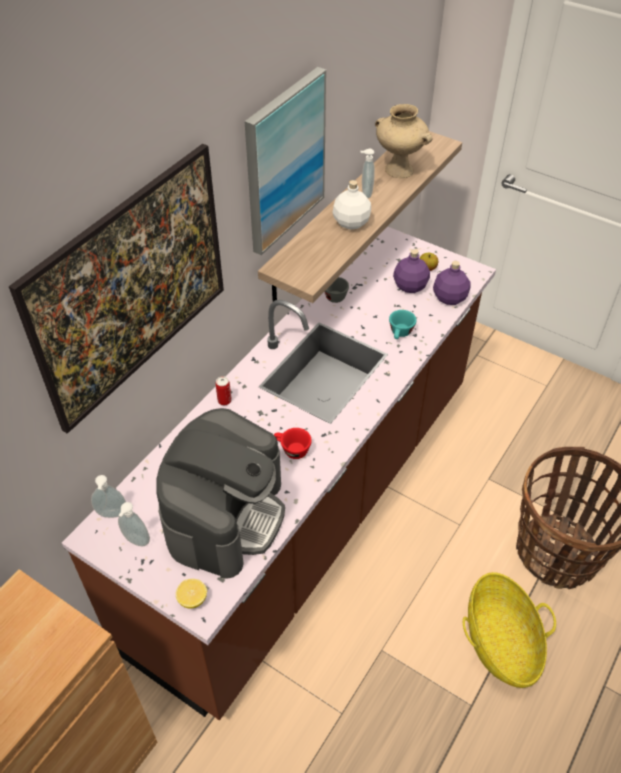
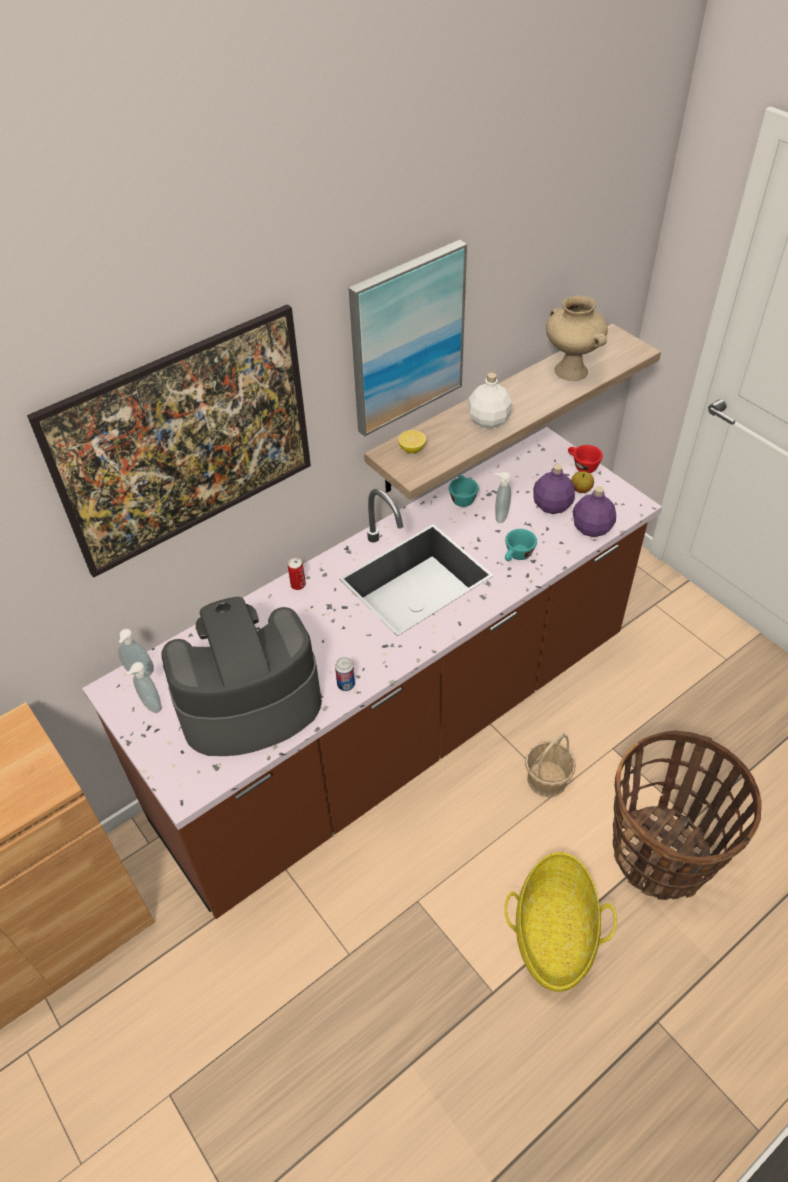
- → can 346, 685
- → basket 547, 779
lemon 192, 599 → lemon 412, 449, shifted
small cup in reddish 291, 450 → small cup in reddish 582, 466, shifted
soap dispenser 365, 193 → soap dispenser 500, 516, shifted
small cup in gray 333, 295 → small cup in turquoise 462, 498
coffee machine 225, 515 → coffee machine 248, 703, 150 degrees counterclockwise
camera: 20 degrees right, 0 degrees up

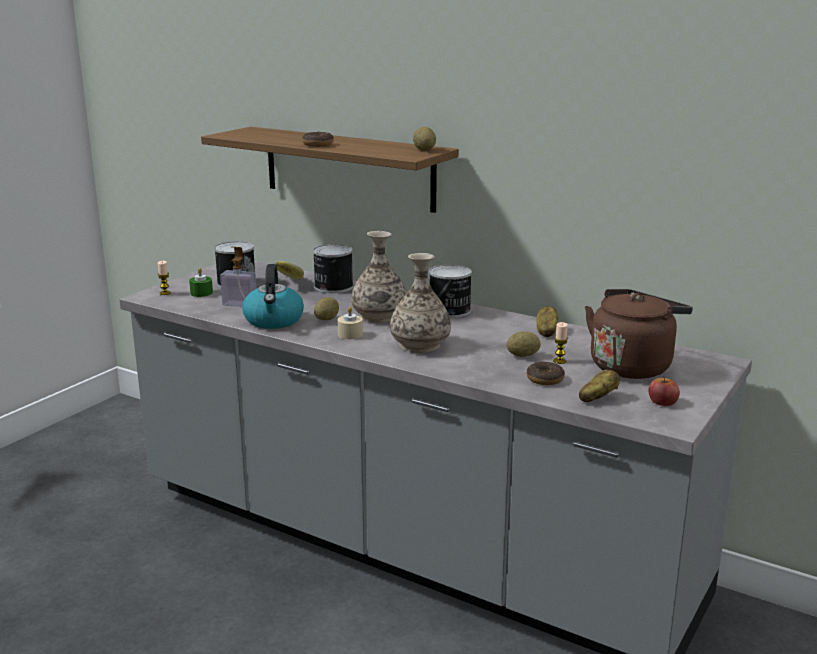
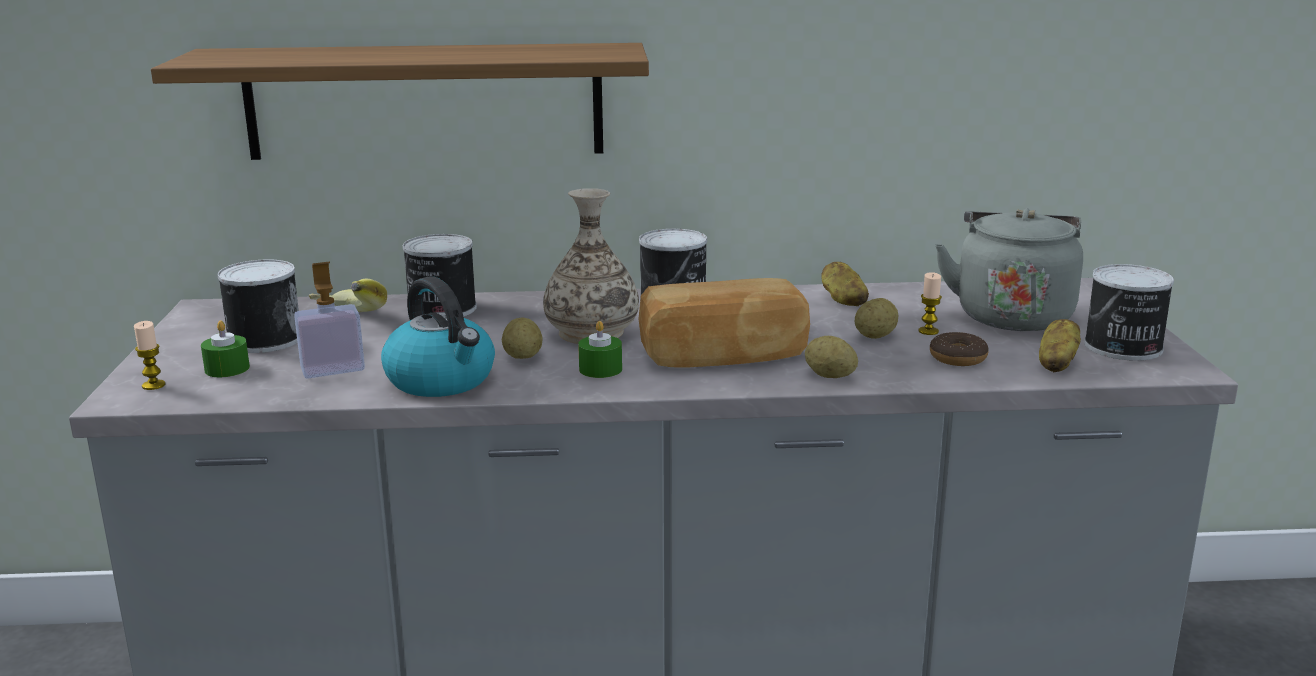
donut 318, 144 → -
potato 424, 150 → potato 830, 376, shifted
flower vase 420, 344 → baked bread 724, 357
whole apple 662, 401 → can 1123, 347
wax light in sand-coloured 350, 334 → wax light in green-coloured 600, 369
water kettle in brown 632, 366 → water kettle in gray 1012, 315
camera: 35 degrees left, 0 degrees up

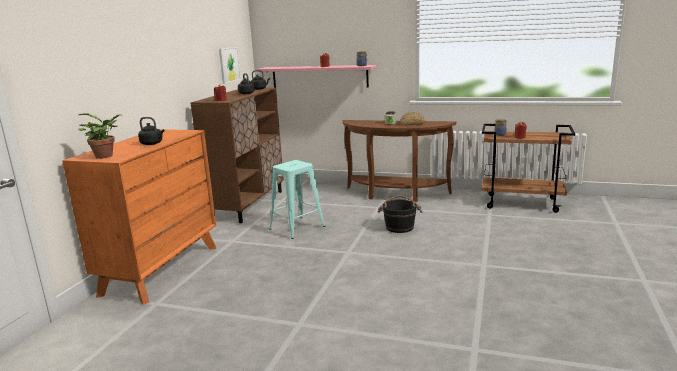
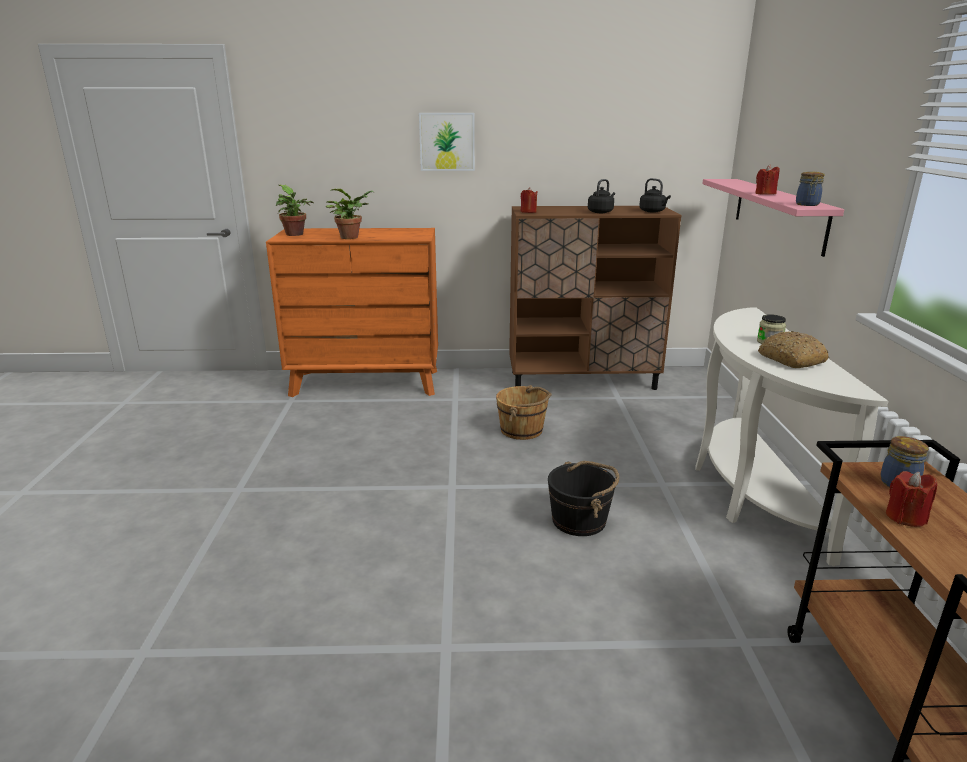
wall art 229, 64 → wall art 447, 142, shifted
water kettle in black-coloured 152, 143 → plant in a pot 351, 237
sitting stool in turquoise 297, 227 → pail in brown 522, 430
narrow table in brown 395, 195 → narrow table in whitish 747, 492
camera: 70 degrees right, 5 degrees up

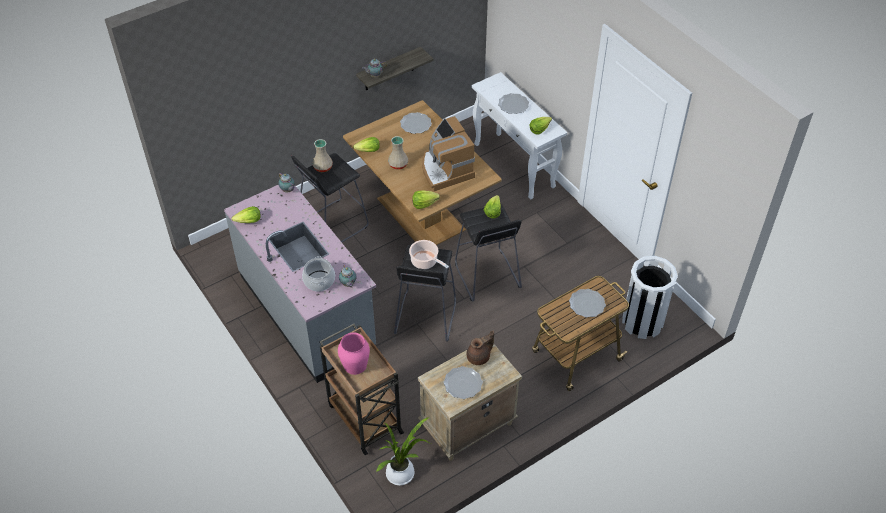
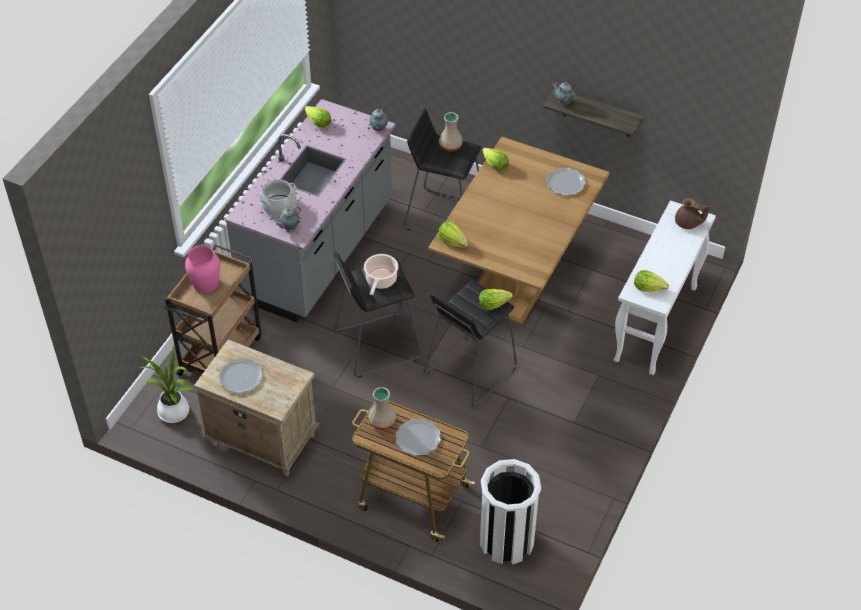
coffee machine 445, 169 → -
flat dish 513, 105 → -
flower vase in sand-coloured 398, 165 → flower vase in sand-coloured 381, 421, shifted
tea pot in brown 479, 357 → tea pot in brown 688, 223, shifted
camera: 60 degrees right, 0 degrees up

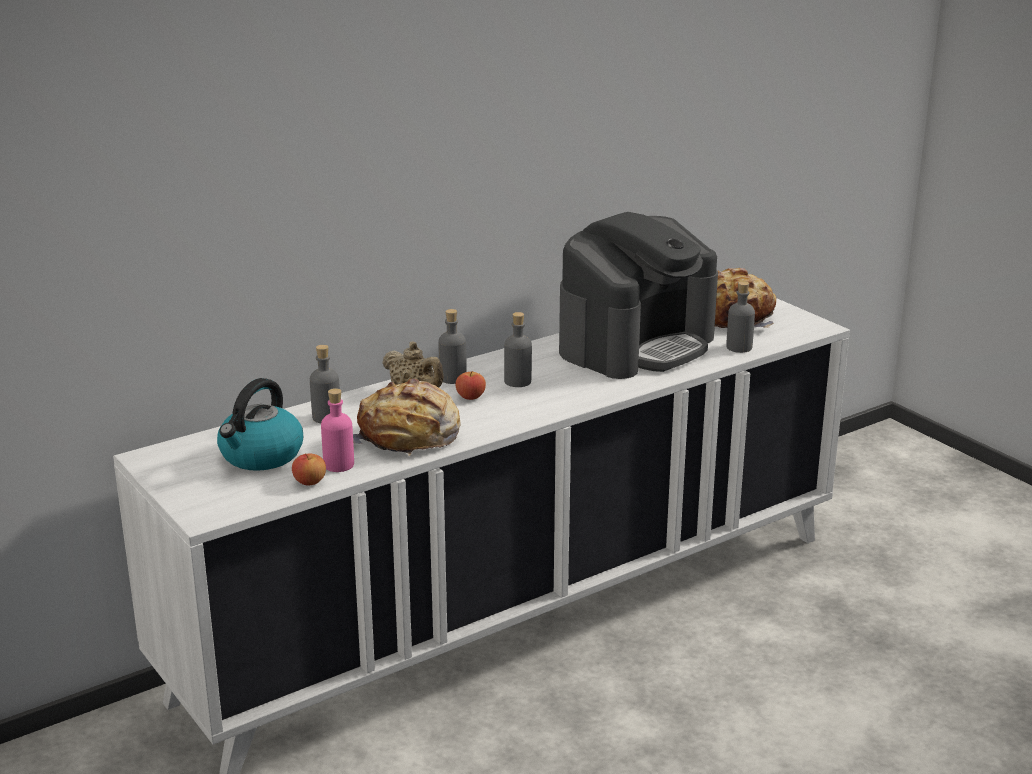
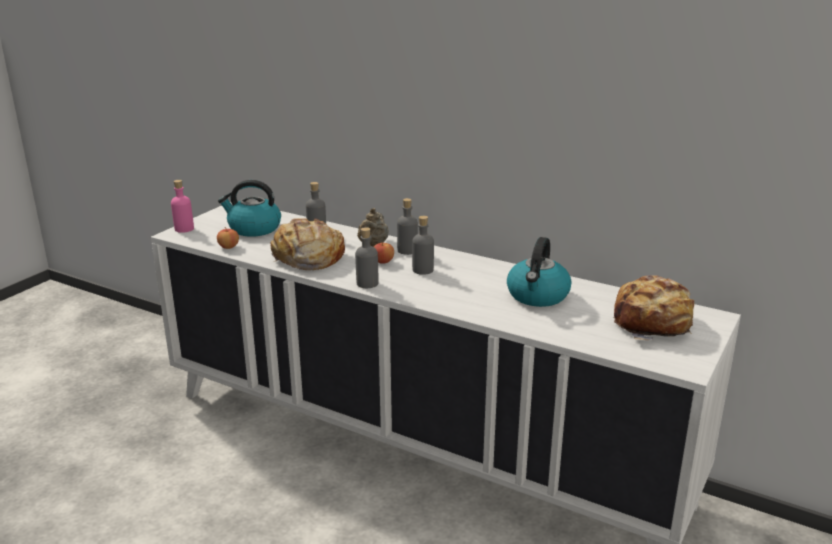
beverage bottle in pink-coloured 339, 465 → beverage bottle in pink-coloured 184, 229, shifted
beverage bottle in gray 739, 347 → beverage bottle in gray 367, 283, shifted
coffee machine 636, 345 → water kettle 538, 296
camera: 65 degrees right, 0 degrees up

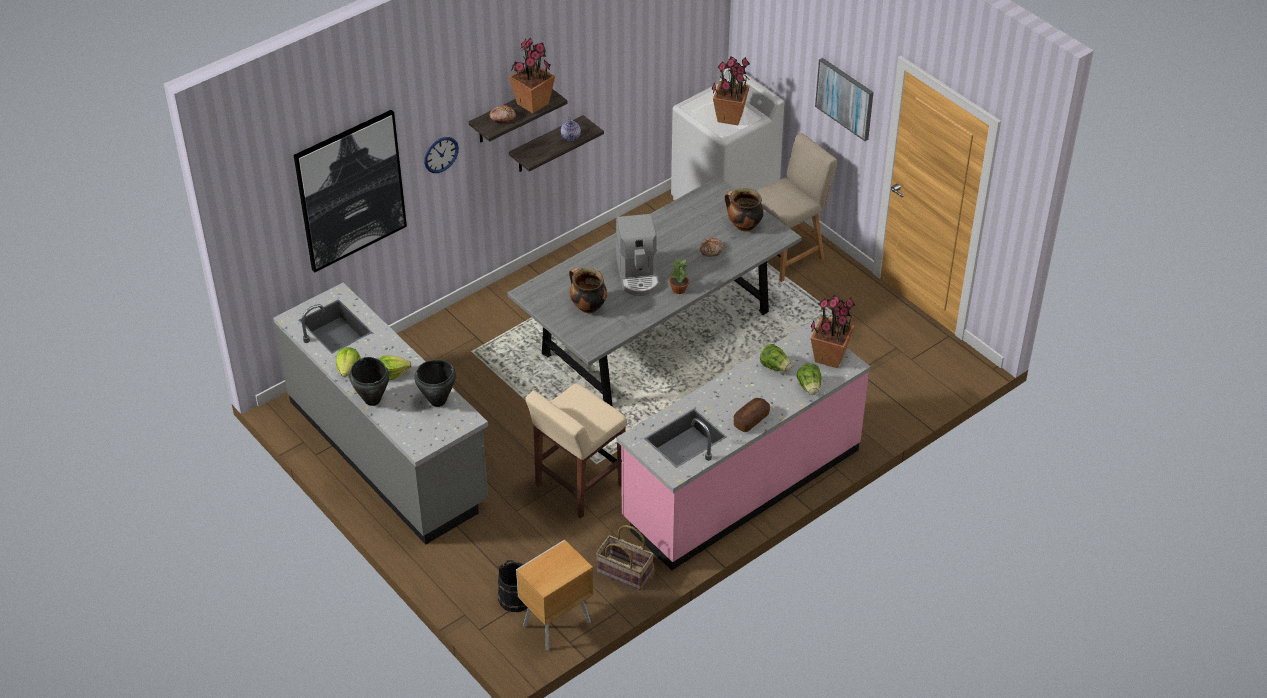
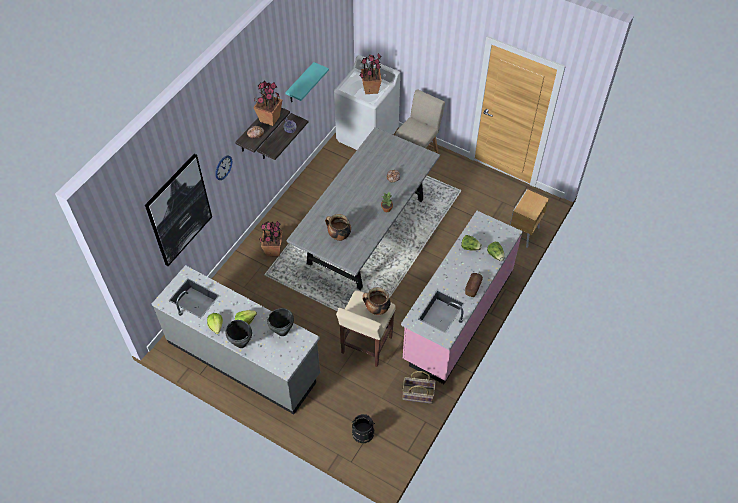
coffee machine 638, 275 → -
wall art 845, 98 → -
- → shelf in turquoise 300, 84
night table in brown 555, 624 → night table in brown 523, 234, shifted
stockpot 743, 226 → stockpot 377, 310, shifted
plant in a pot 830, 357 → plant in a pot 273, 250, shifted
camera: 20 degrees left, 10 degrees up

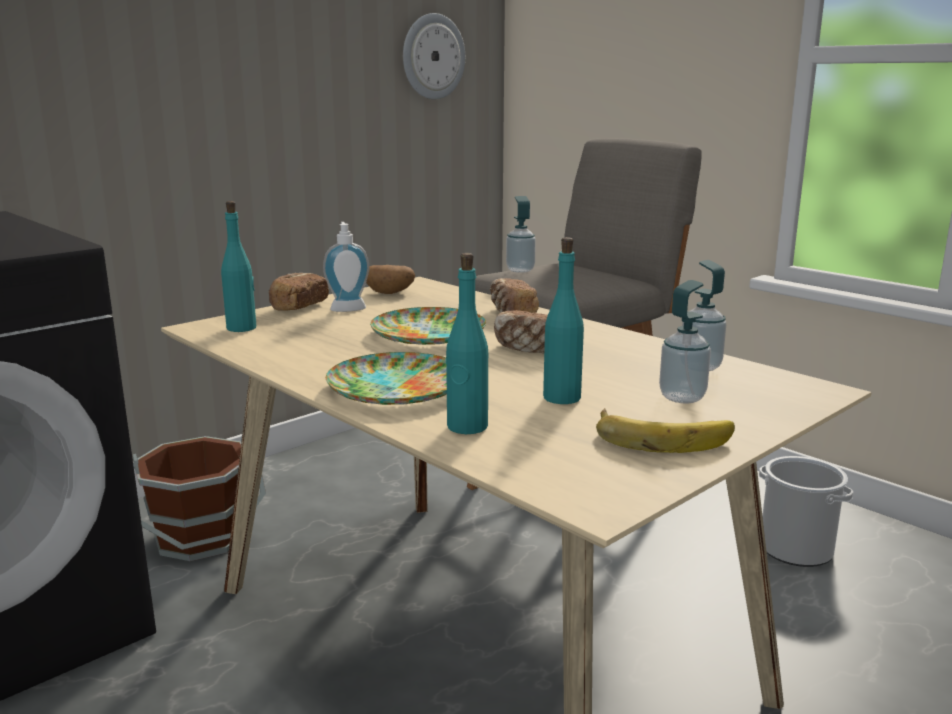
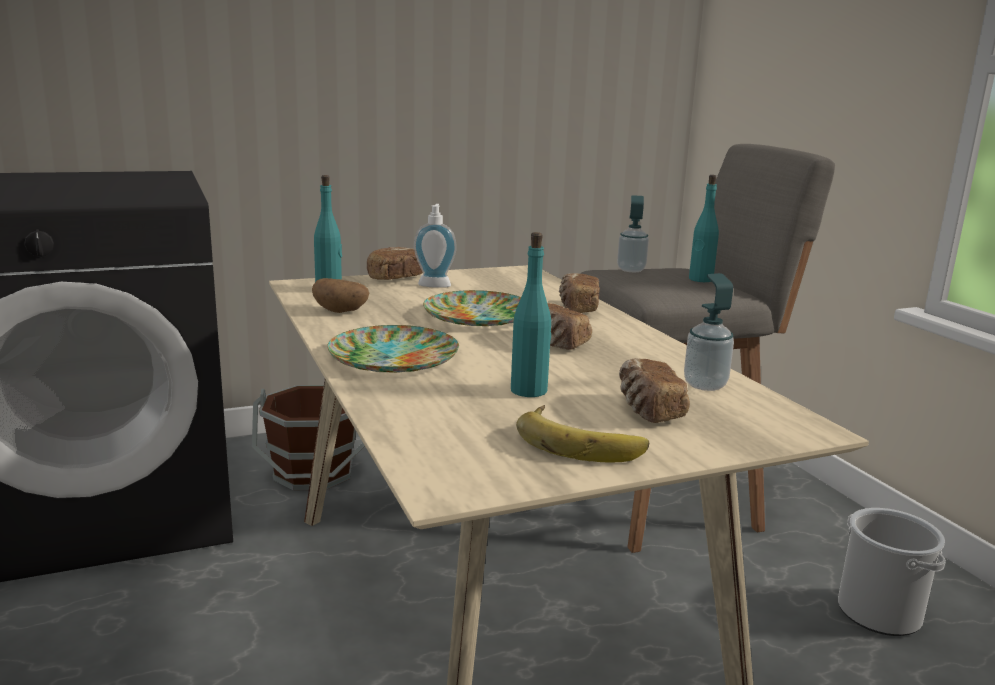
wall clock 432, 57 → -
potato 390, 293 → potato 341, 311, shifted
beverage bottle in turquoise 467, 427 → beverage bottle in turquoise 700, 279, shifted
soap dispenser 682, 397 → baked bread 647, 410
camera: 20 degrees right, 0 degrees up

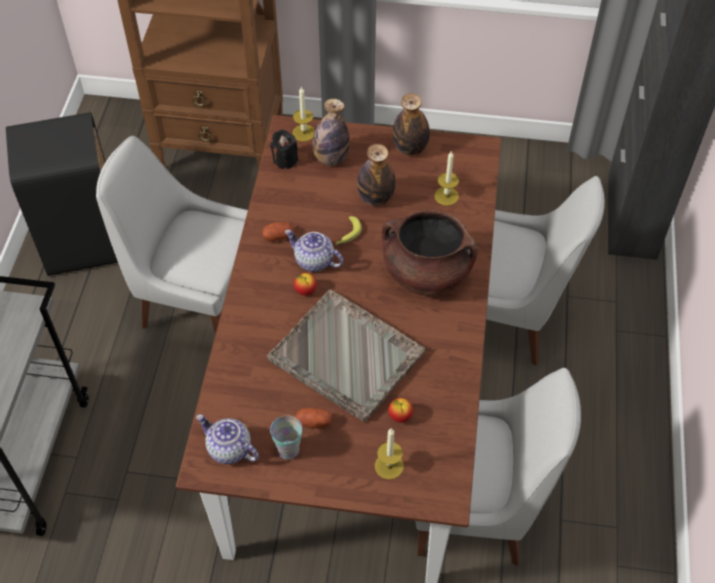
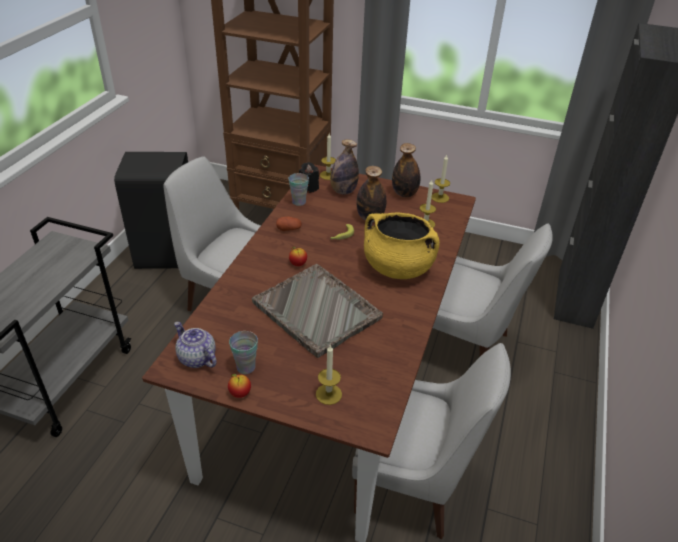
tea pot 313, 261 → -
potato 313, 422 → -
- → small cup 299, 202
- → wax light 440, 197
whole apple 400, 416 → whole apple 240, 393, shifted
stockpot in brown 426, 273 → stockpot in yellow 397, 268
camera: 10 degrees right, 15 degrees down

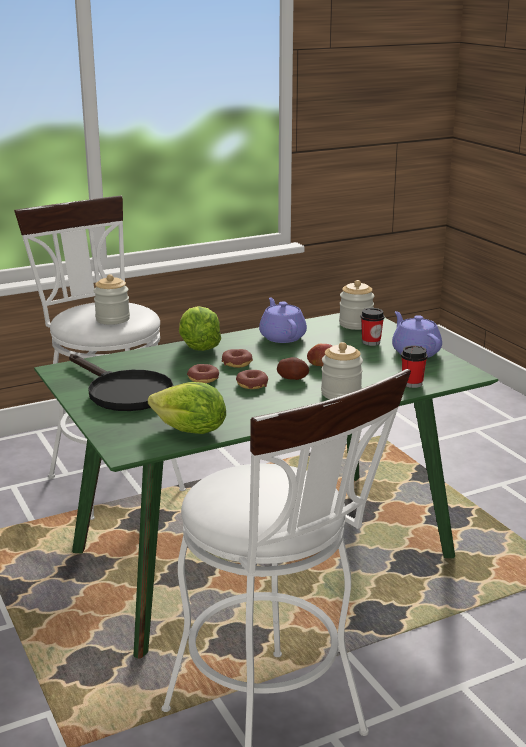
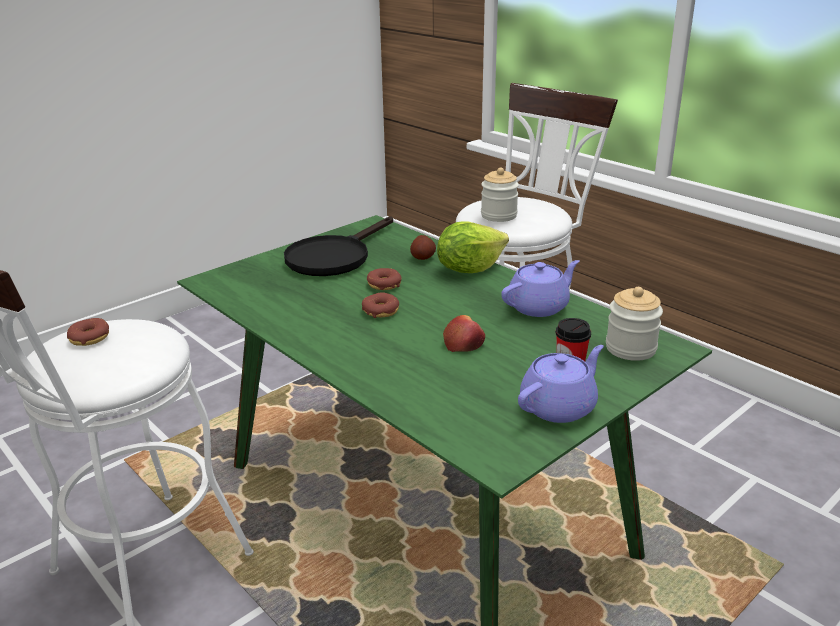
lettuce head 190, 431 → -
preserve jar 341, 393 → -
small cup 412, 383 → -
donut 237, 363 → donut 90, 338, shifted
potato 292, 378 → potato 423, 257, shifted
camera: 75 degrees right, 5 degrees up

